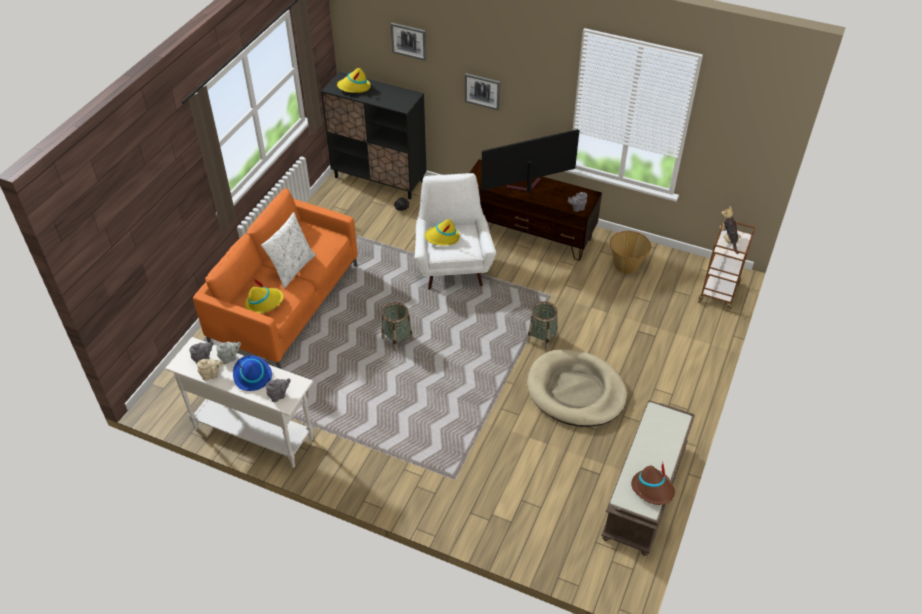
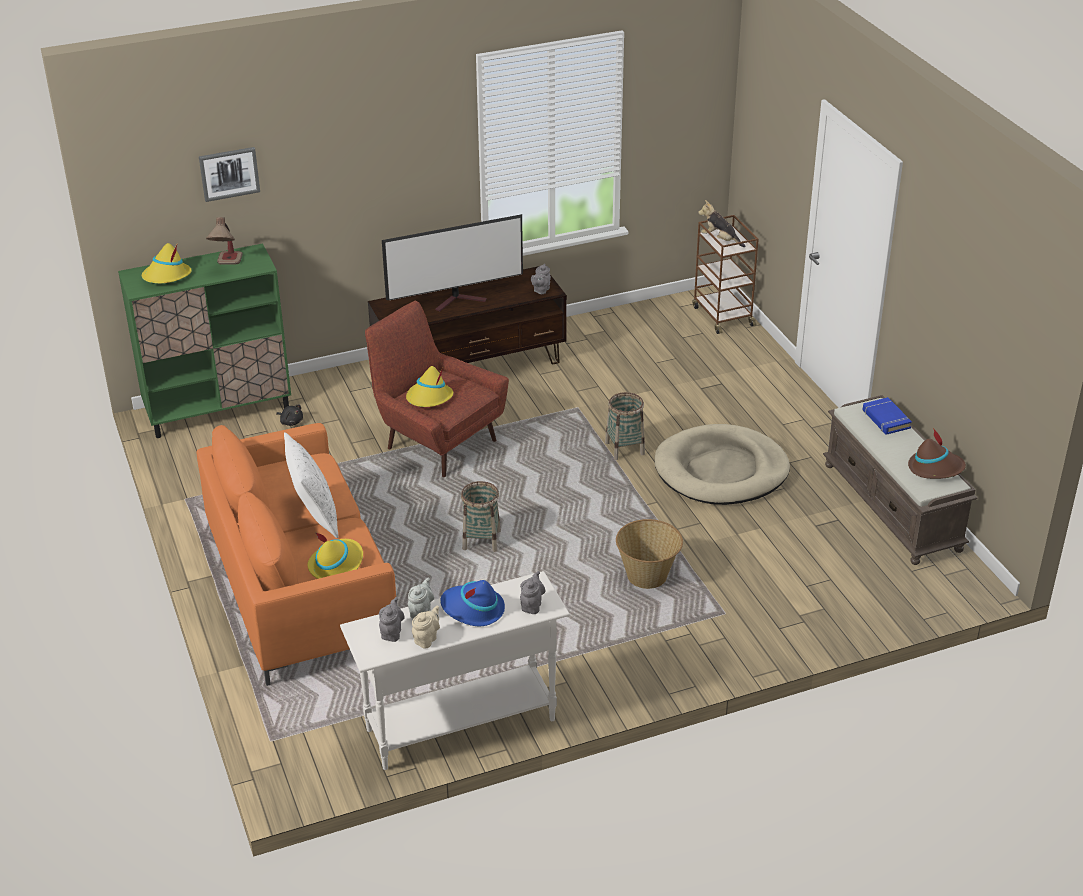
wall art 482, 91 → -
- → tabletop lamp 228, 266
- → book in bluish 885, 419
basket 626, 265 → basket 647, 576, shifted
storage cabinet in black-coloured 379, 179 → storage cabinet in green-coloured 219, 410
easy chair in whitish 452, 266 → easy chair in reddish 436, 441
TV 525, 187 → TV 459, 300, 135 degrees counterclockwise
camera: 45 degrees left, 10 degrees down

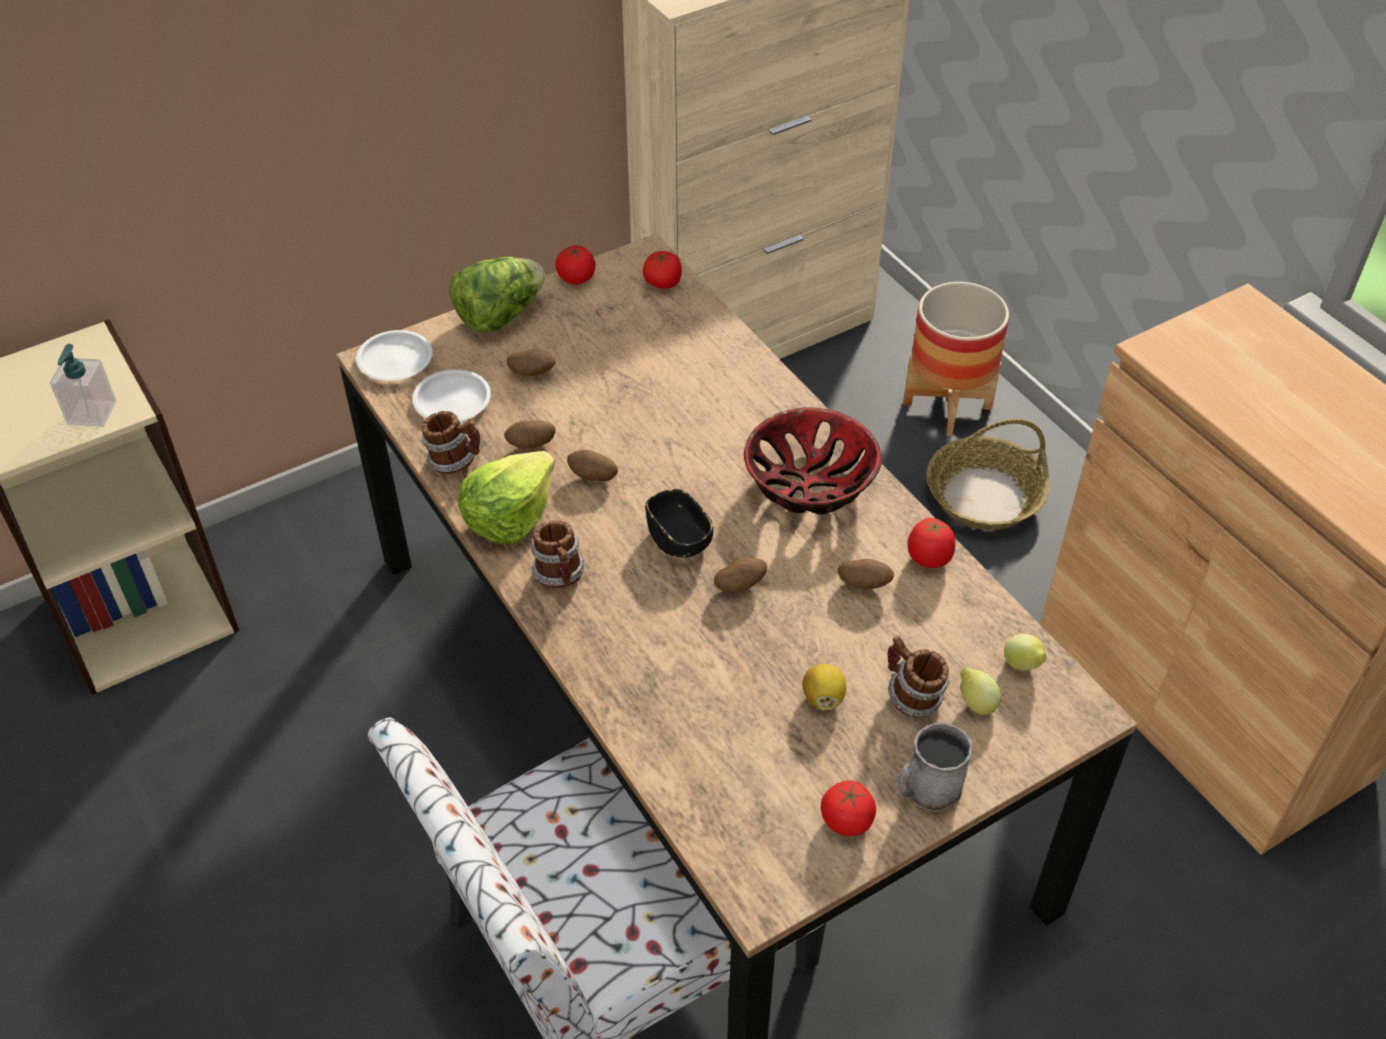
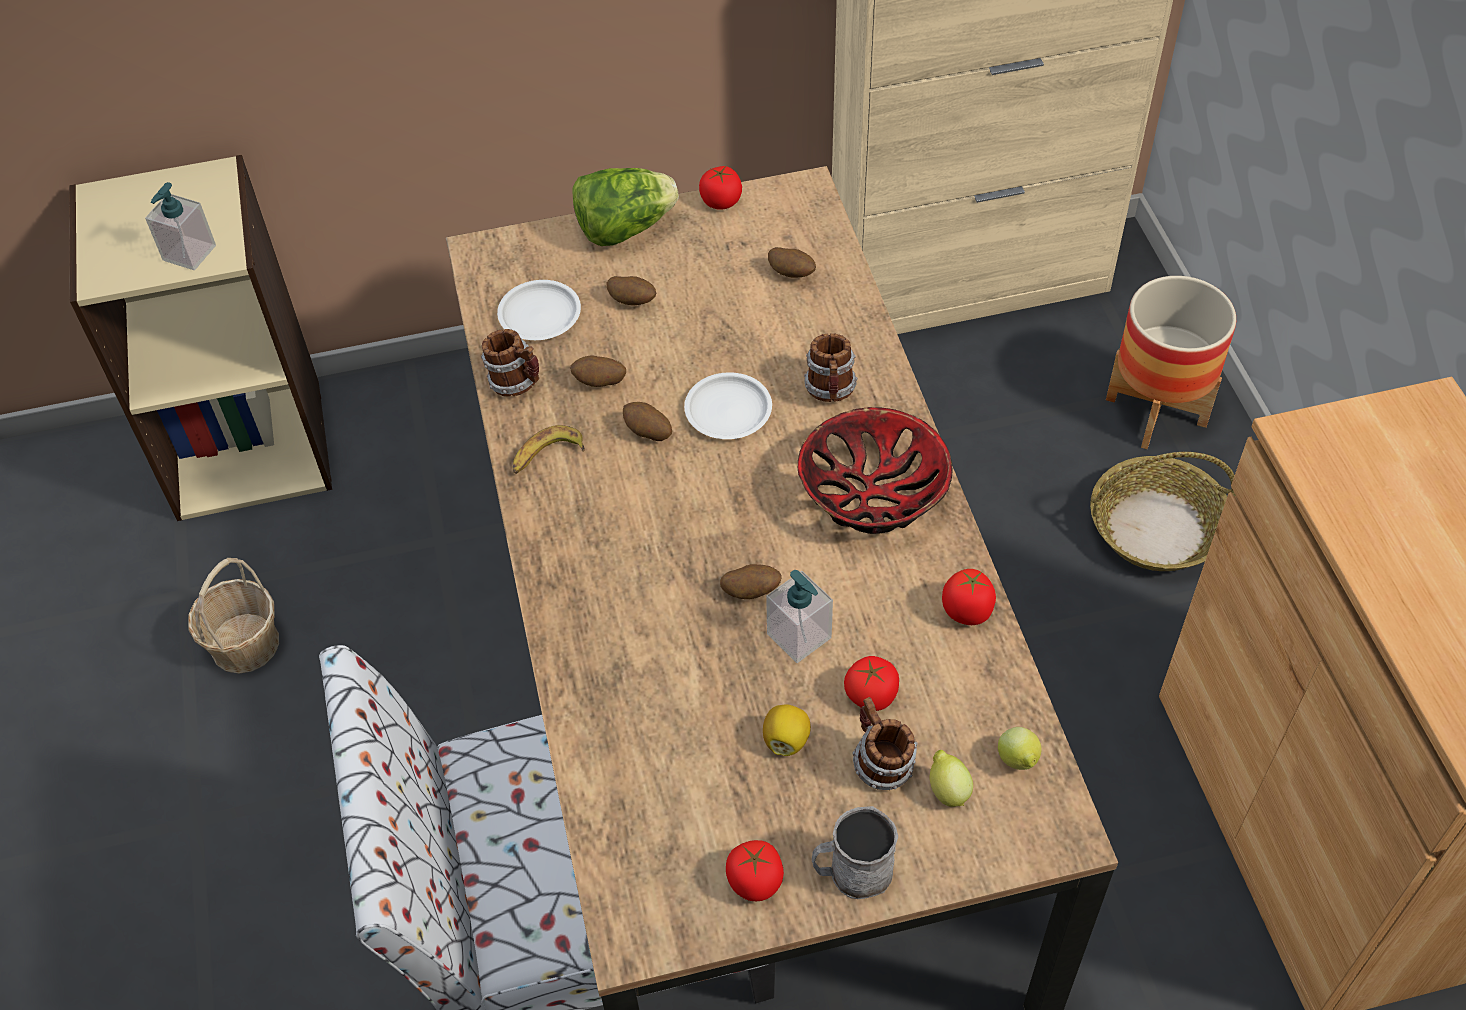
serving bowl in black-coloured 679, 539 → -
- → basket 244, 644
- → soap dispenser 799, 636
flat dish in whitish 395, 361 → flat dish in whitish 727, 411, shifted
mug 560, 577 → mug 831, 391, shifted
tomato 663, 283 → tomato 871, 695, shifted
potato 864, 584 → potato 792, 274, shifted
lettuce head 509, 516 → banana 547, 456
camera: 20 degrees right, 5 degrees up

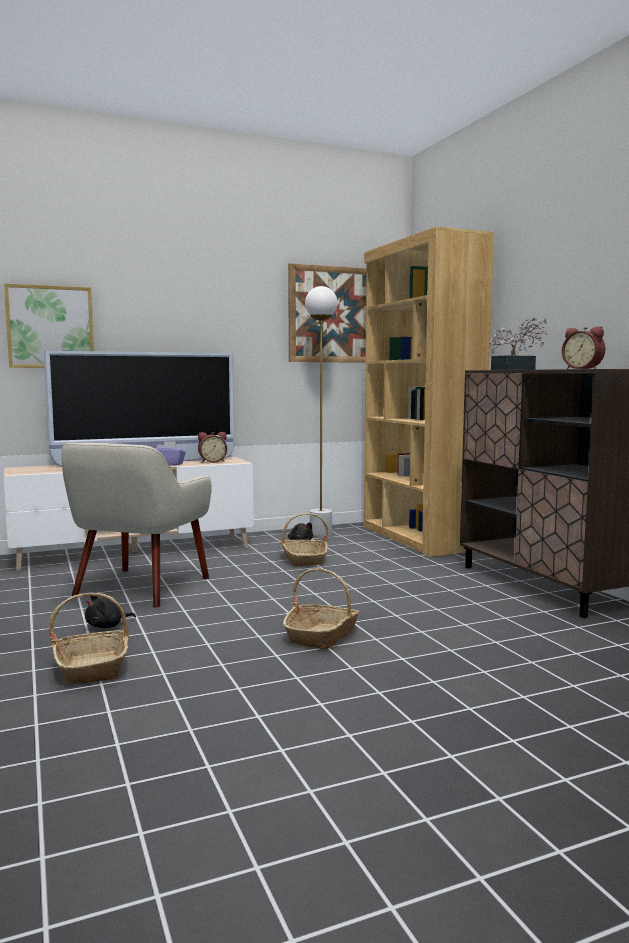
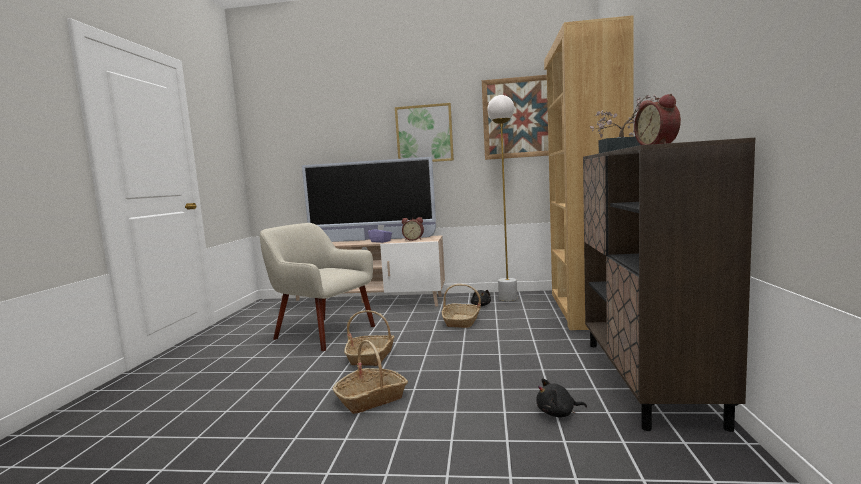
wall art 50, 327 → wall art 424, 134, shifted
basket 92, 667 → basket 371, 356, shifted
plush toy in black-coloured 107, 626 → plush toy in black-coloured 558, 413, shifted
easy chair in sand-coloured 140, 587 → easy chair in sand-coloured 323, 332, 75 degrees clockwise
camera: 30 degrees right, 0 degrees up

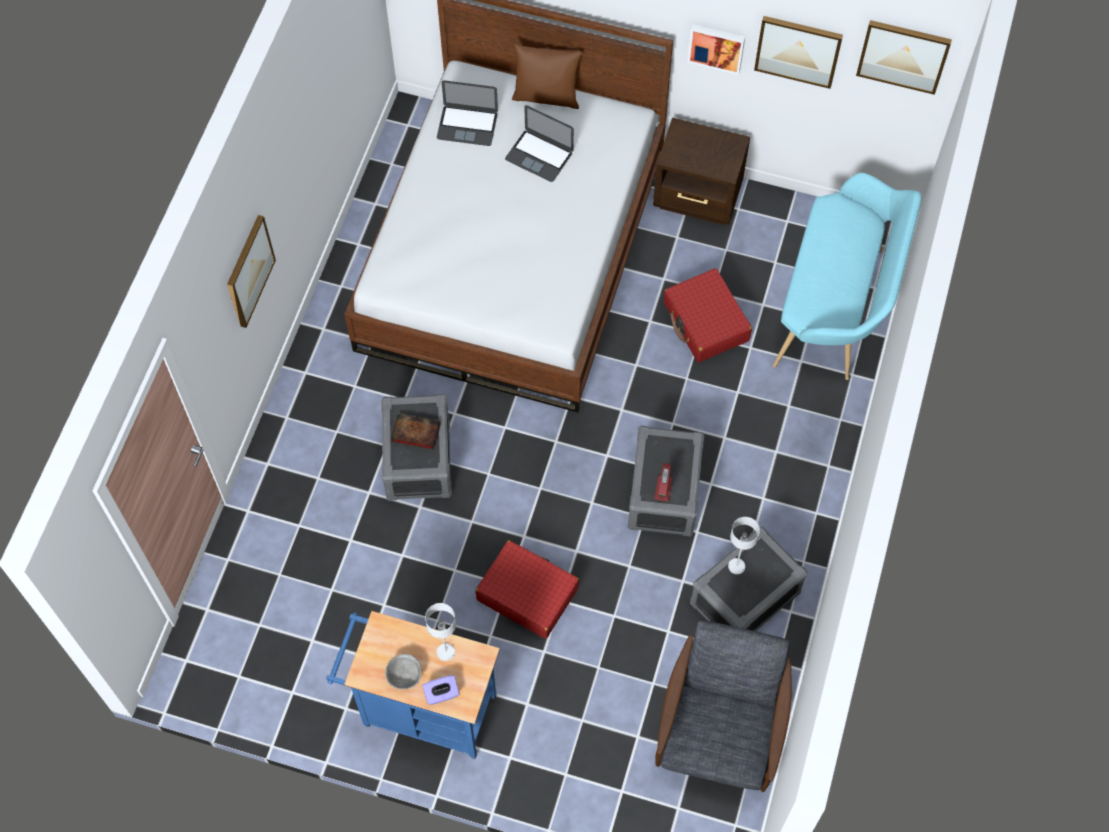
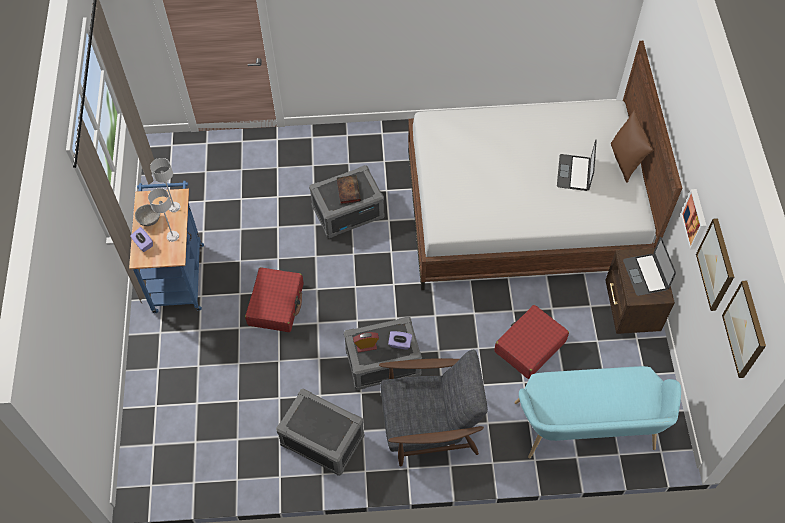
wall art 249, 271 → -
- → box of tissues in purple-coloured 400, 344
portable computer 467, 125 → portable computer 645, 274, shifted
easy chair in gray 719, 732 → easy chair in gray 429, 425, shifted
tabletop lamp in gray 737, 566 → tabletop lamp in gray 174, 207, shifted
camera: 70 degrees right, 5 degrees down

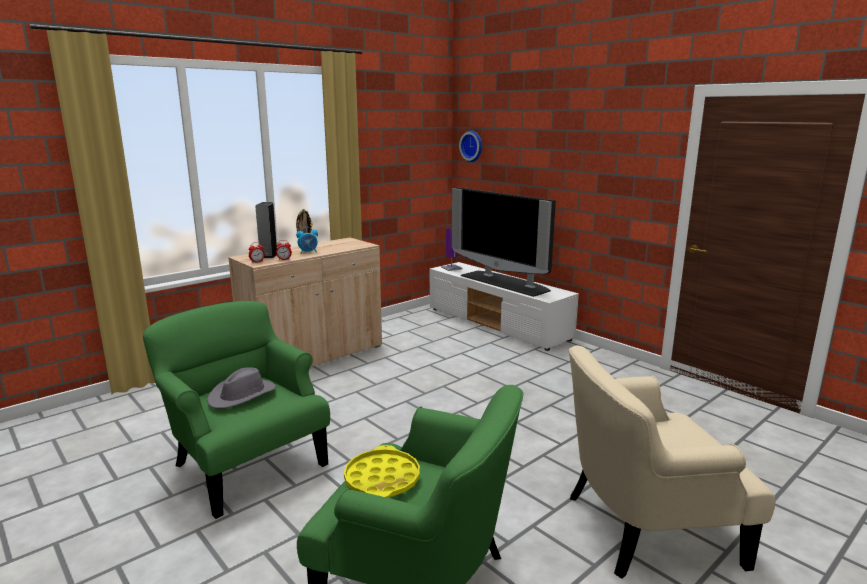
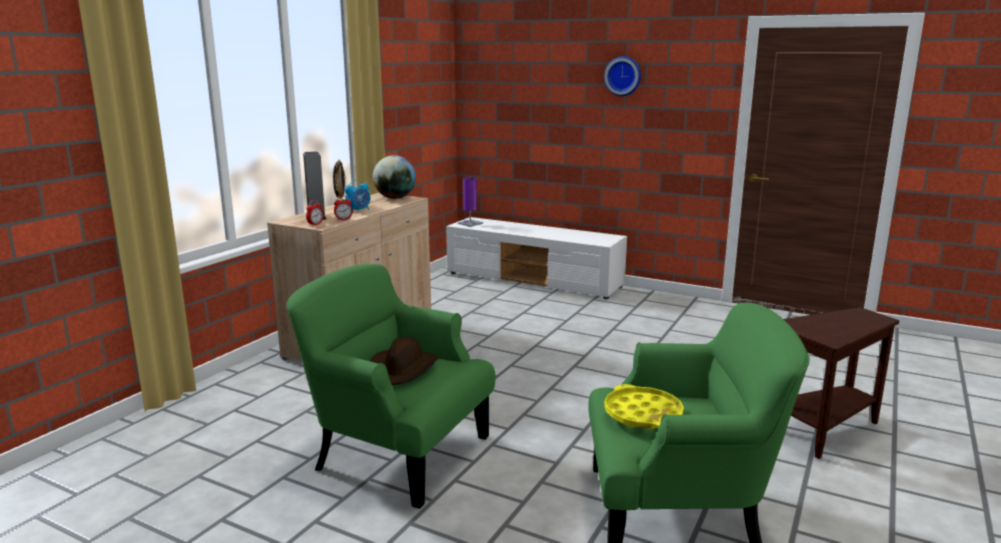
TV 505, 283 → -
- → desk globe 395, 198
wall clock 472, 146 → wall clock 623, 76, shifted
easy chair in sand-coloured 645, 527 → side table in brown 821, 430
wearable hat in gray 242, 395 → wearable hat in brown 403, 369
camera: 20 degrees left, 0 degrees up

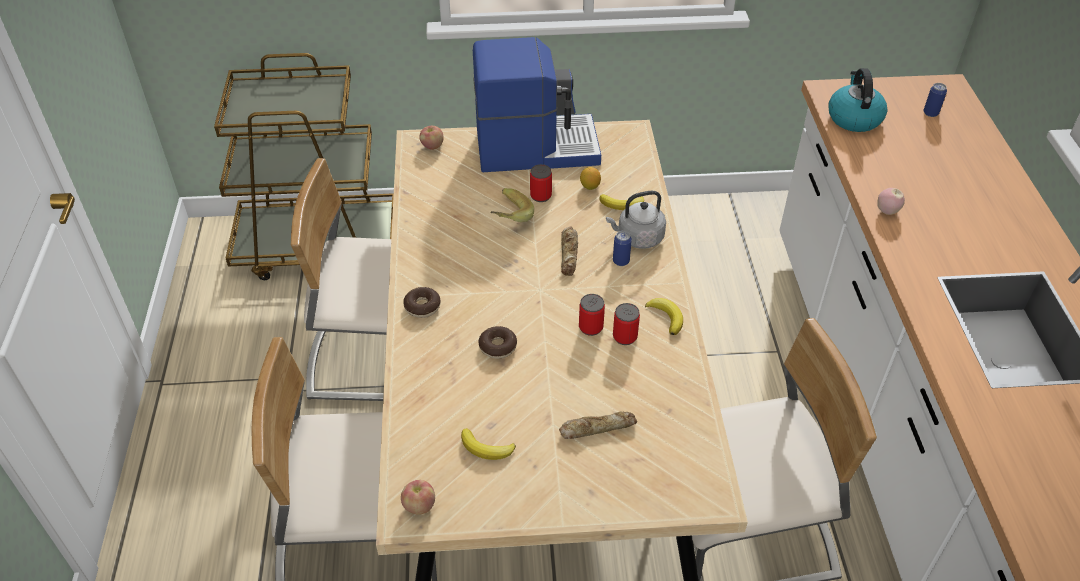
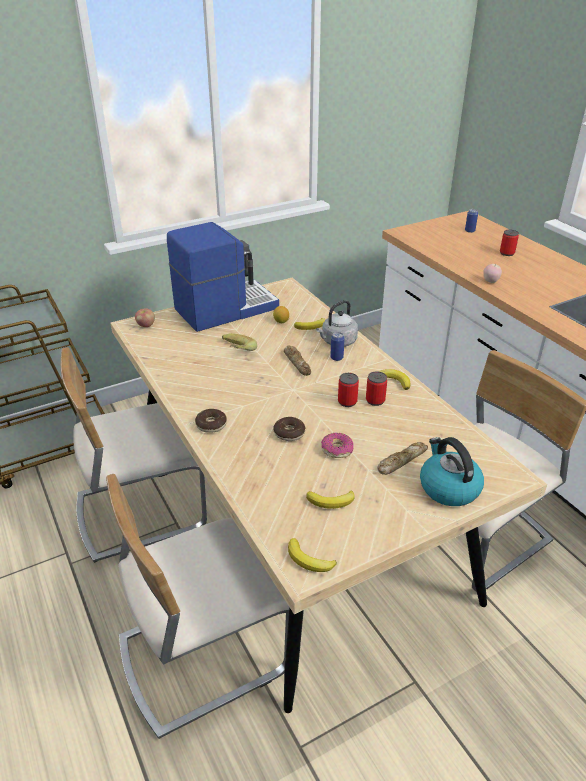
- → donut 337, 449
can 540, 196 → can 507, 253, shifted
water kettle 853, 118 → water kettle 448, 488, shifted
whole apple 419, 505 → banana 309, 560
camera: 25 degrees left, 10 degrees down

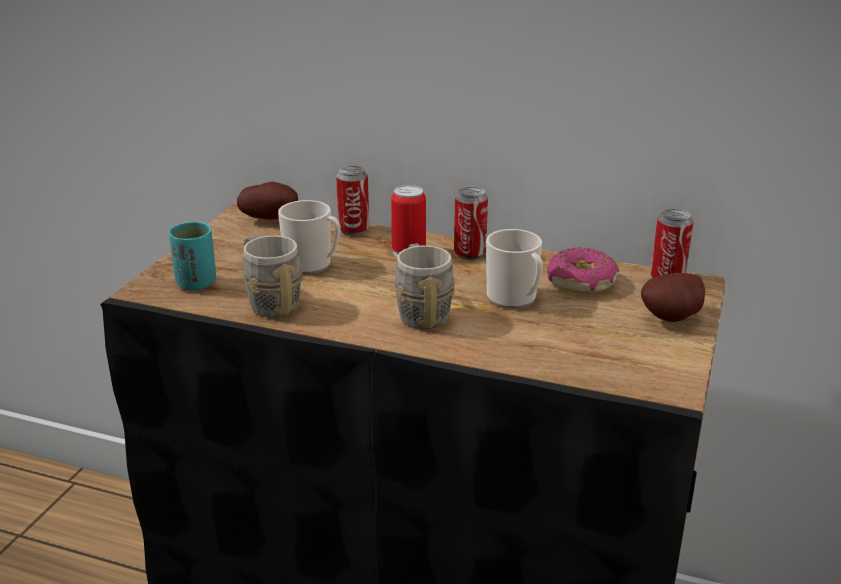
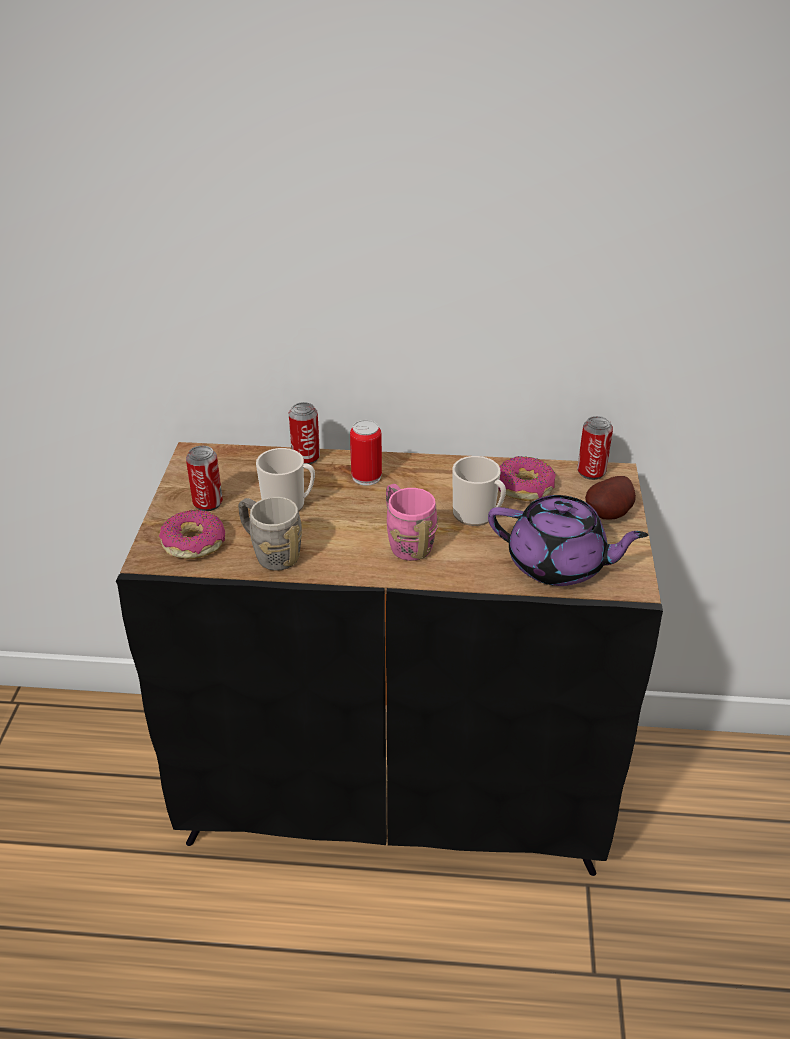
potato 270, 218 → -
- → tea pot in purple-coloured 558, 564
can 470, 253 → can 208, 503, shifted
small cup in turquoise 196, 283 → donut 193, 543
mug in gray 421, 312 → mug in pink-coloured 406, 541
camera: 15 degrees left, 10 degrees up

